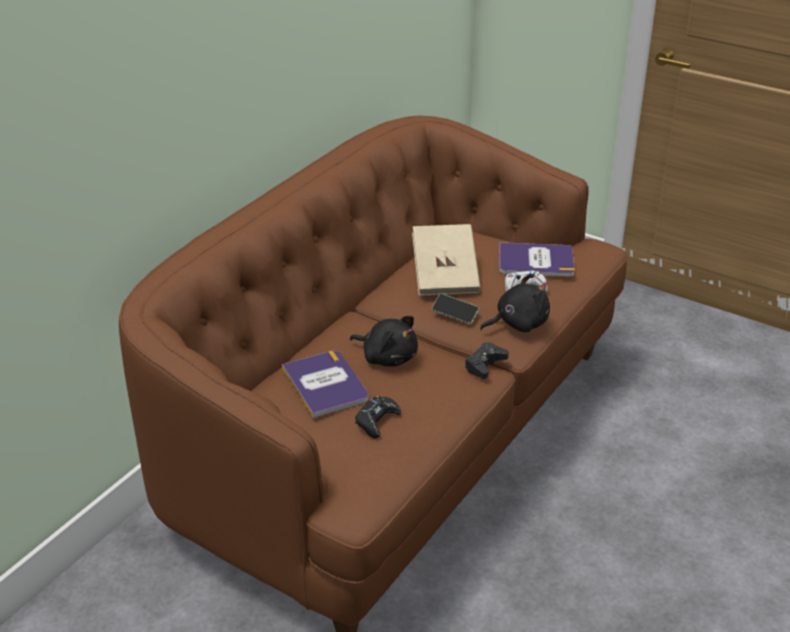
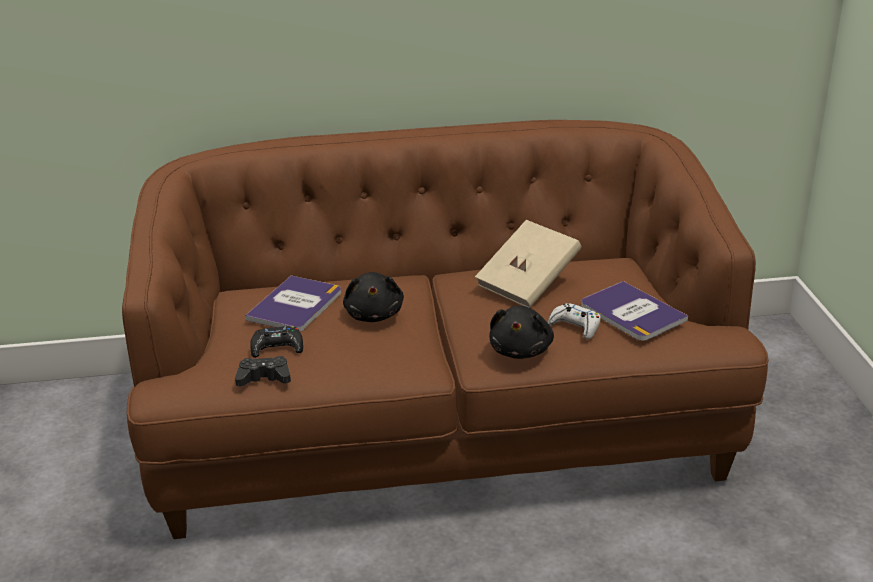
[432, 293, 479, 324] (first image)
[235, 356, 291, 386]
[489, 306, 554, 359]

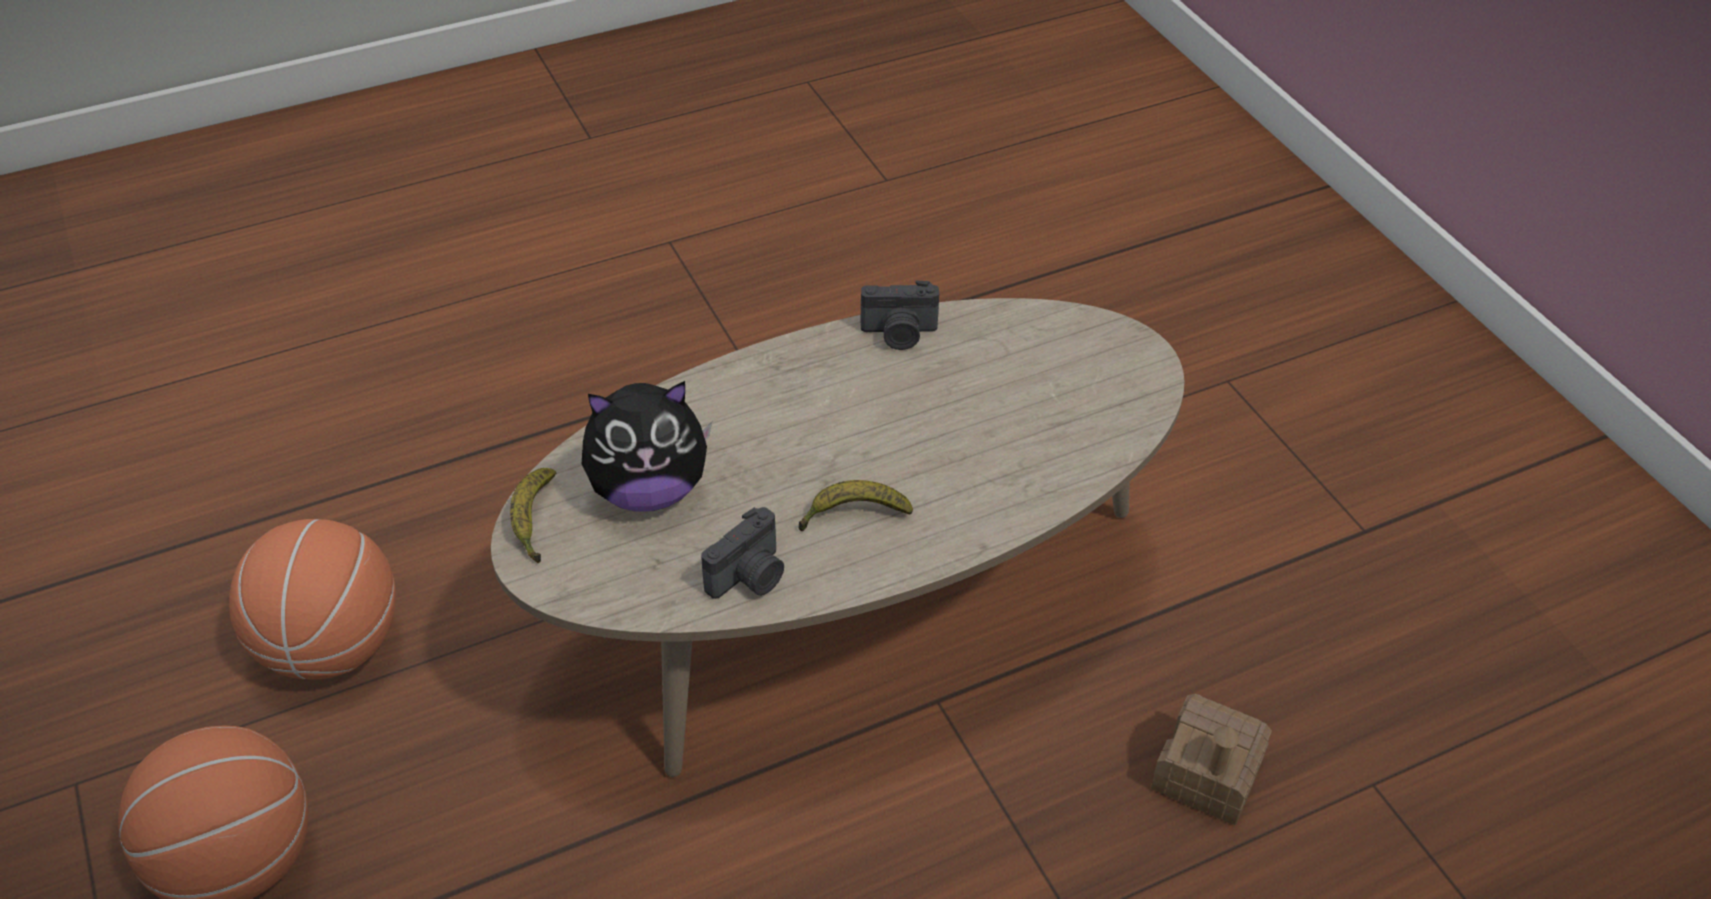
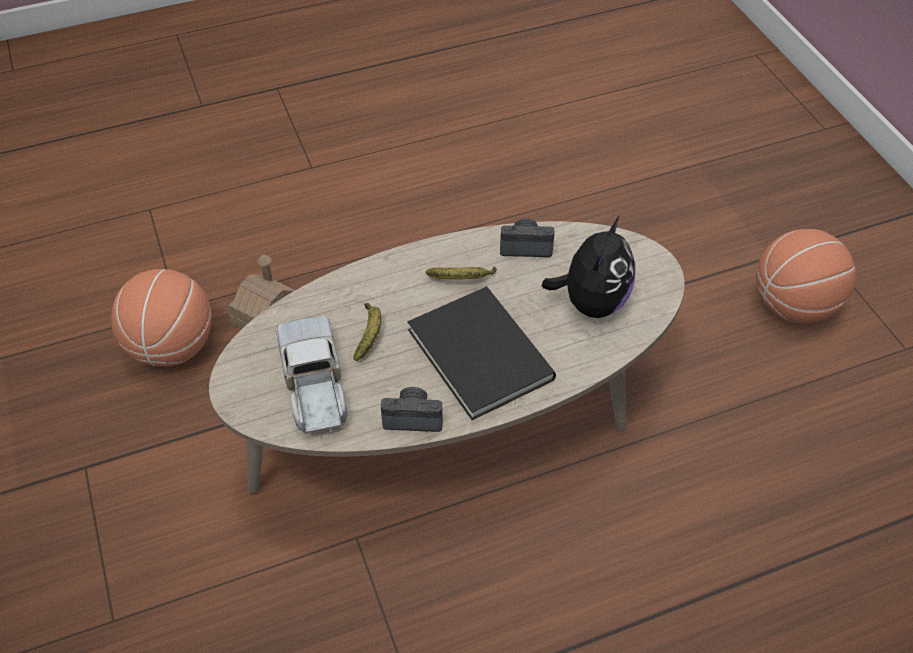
[111, 269, 212, 367]
[353, 303, 382, 361]
[542, 216, 635, 318]
[500, 218, 554, 257]
[276, 316, 347, 435]
[408, 286, 556, 420]

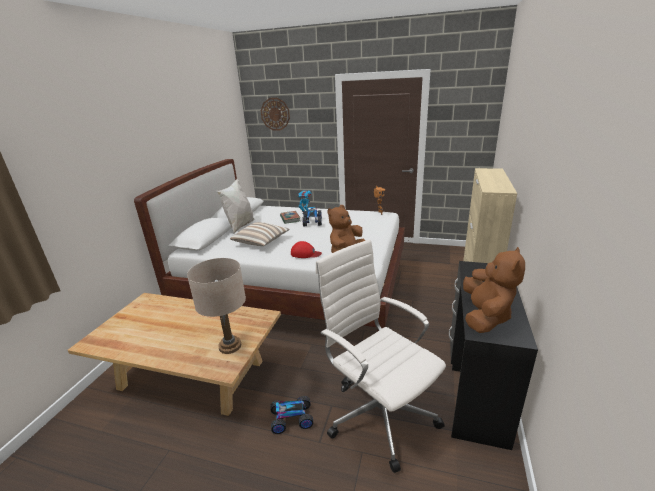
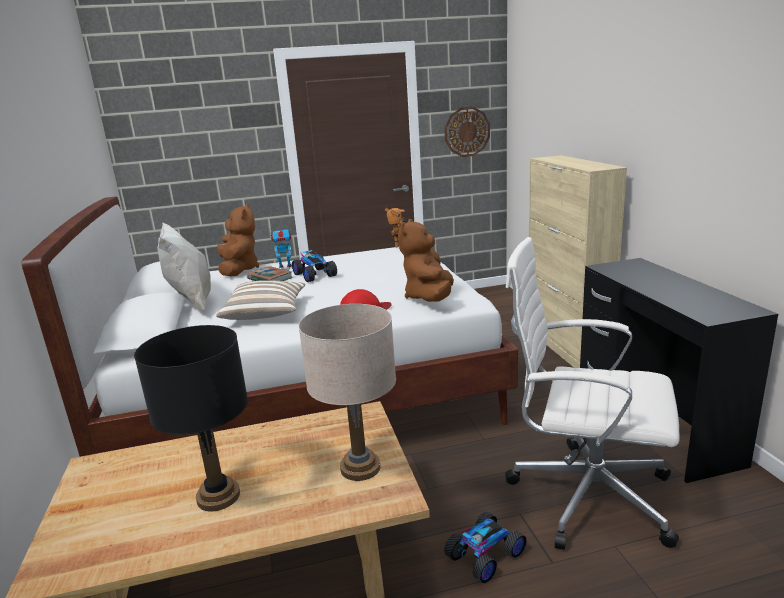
[445, 107, 490, 157]
[217, 204, 259, 277]
[134, 325, 248, 511]

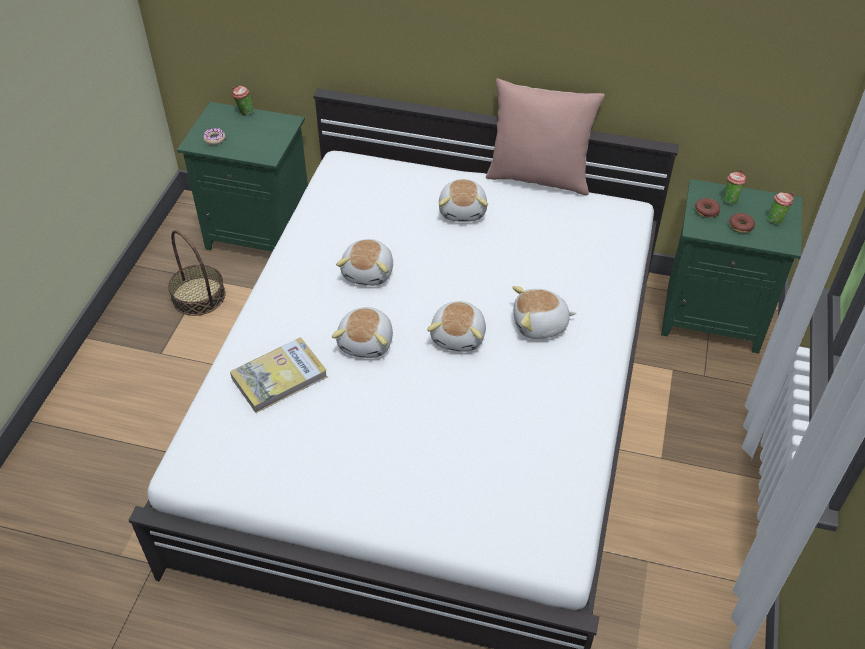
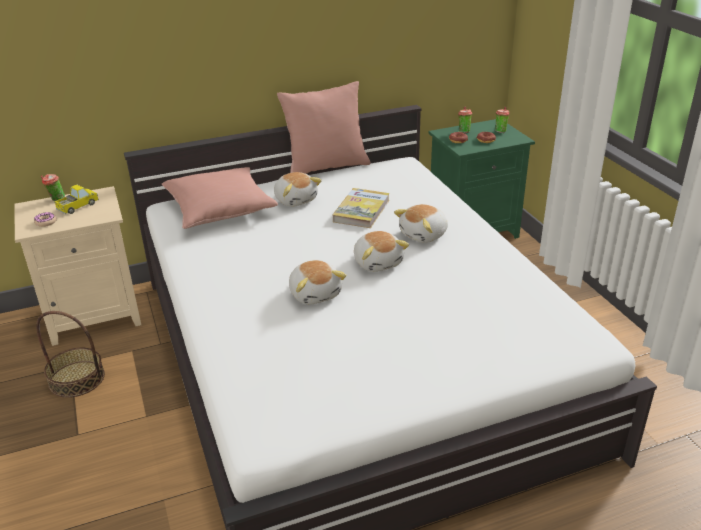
[15, 186, 141, 346]
[333, 188, 390, 228]
[336, 239, 393, 286] (first image)
[54, 185, 99, 214]
[162, 167, 278, 229]

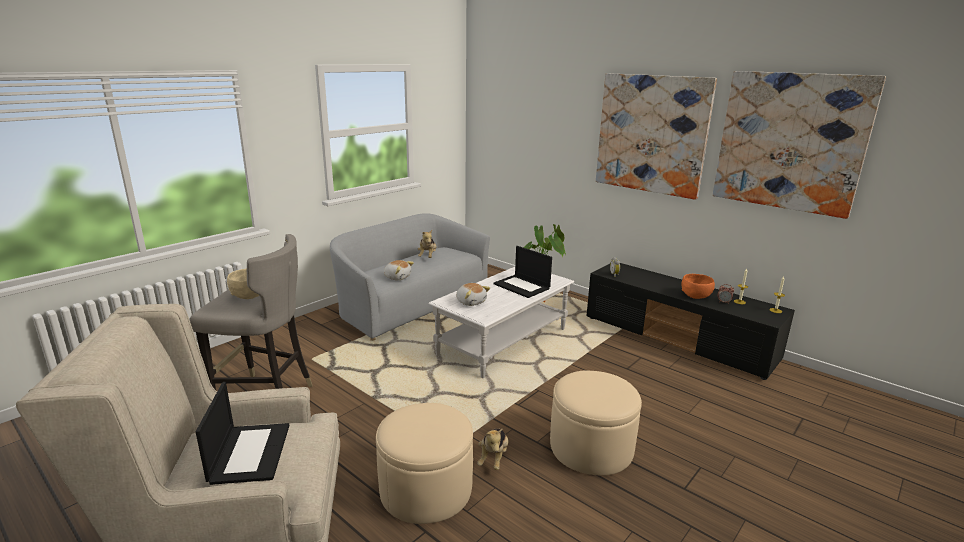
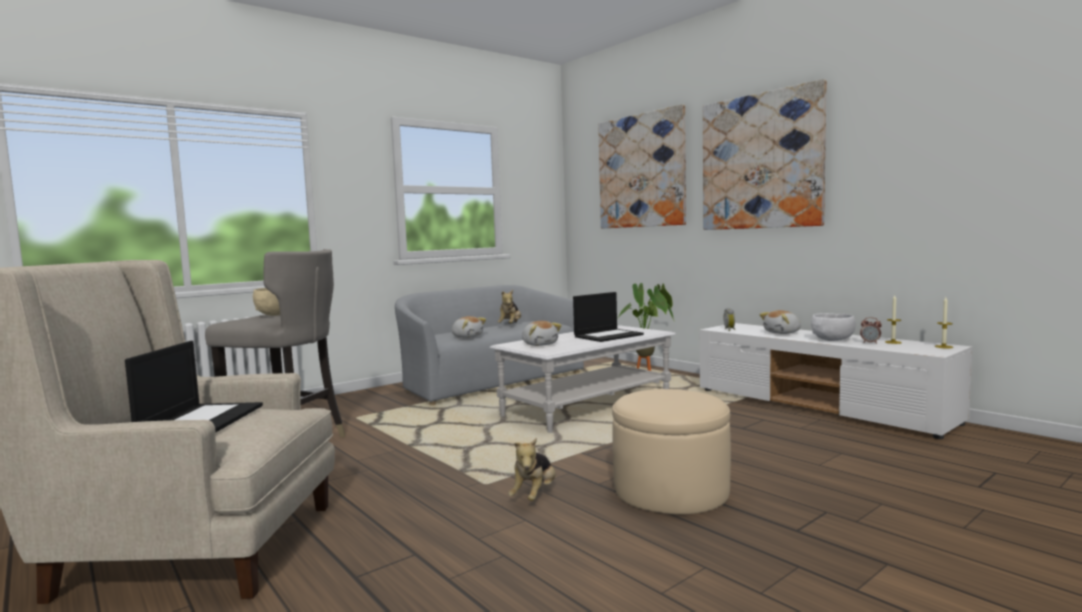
[376, 403, 473, 524] (first image)
[573, 292, 644, 342]
[700, 323, 973, 439]
[811, 313, 856, 341]
[598, 104, 686, 228]
[759, 310, 801, 334]

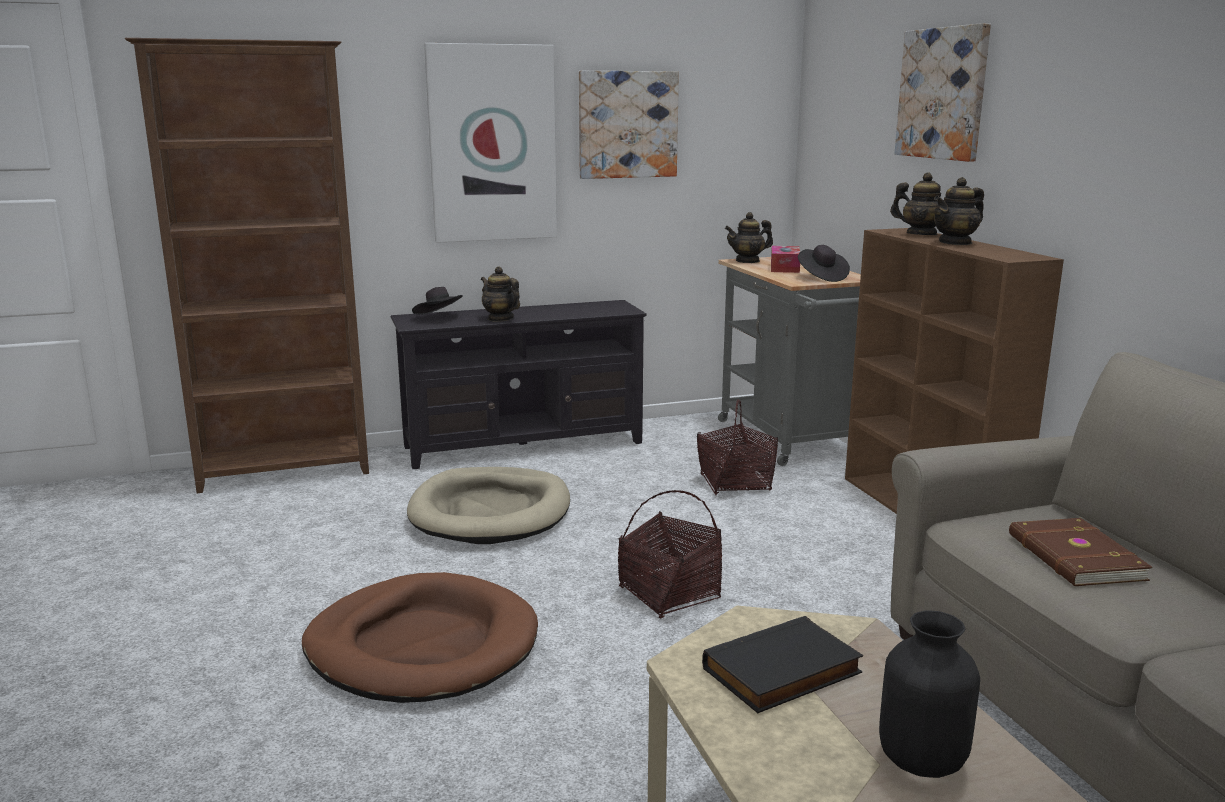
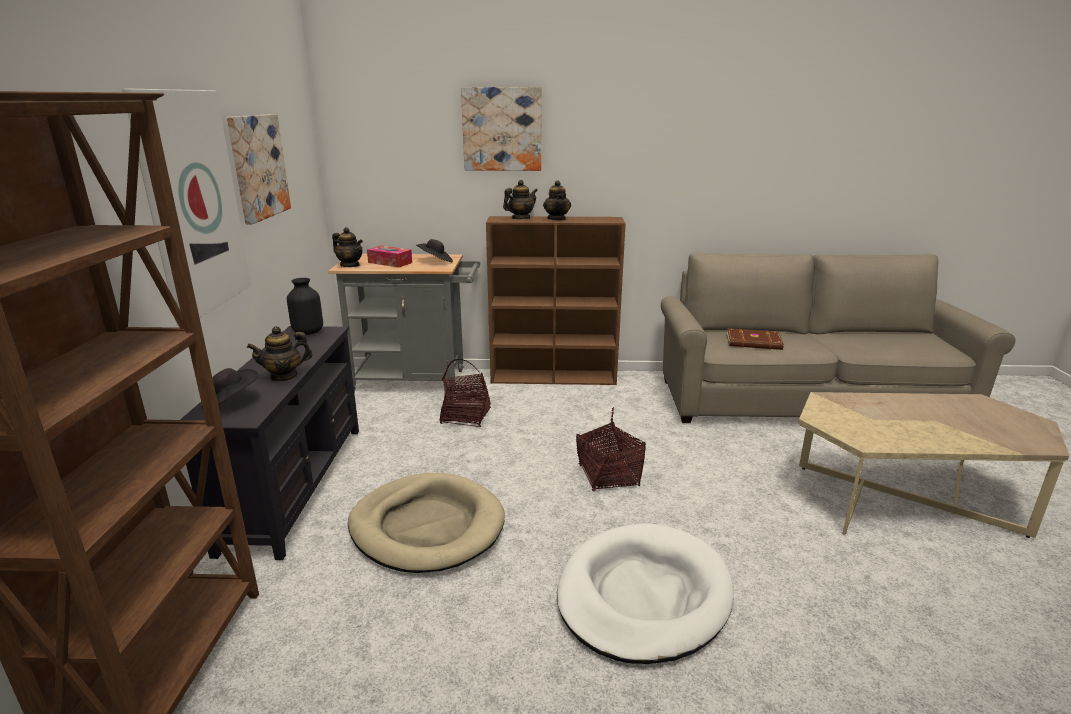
[557, 523, 734, 664]
[702, 616, 863, 713] (first image)
[332, 227, 363, 267]
[287, 278, 323, 335]

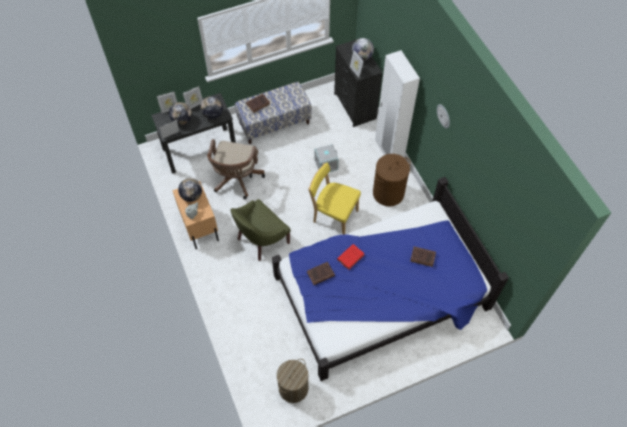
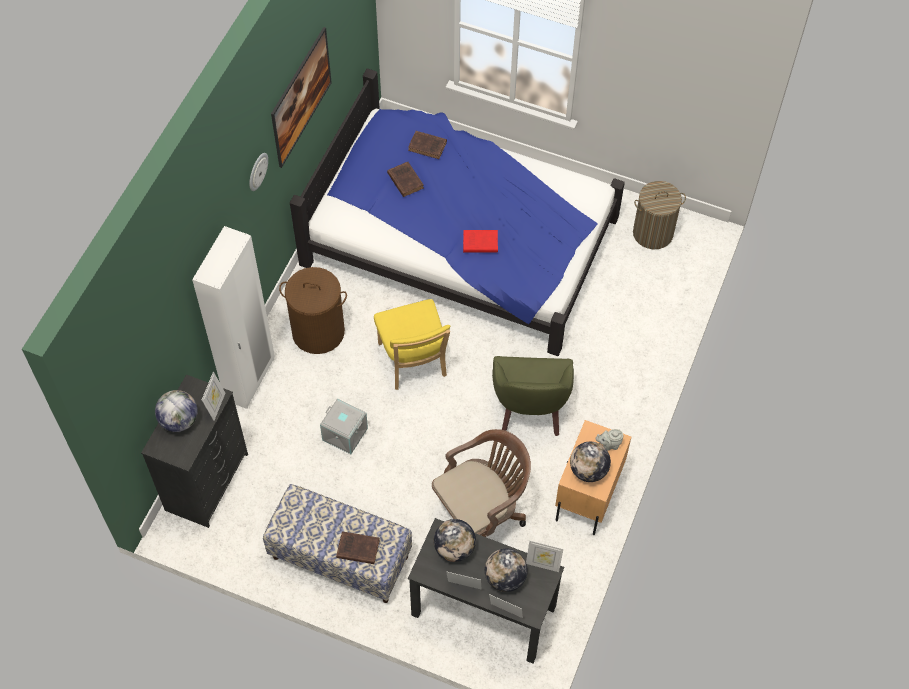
[492, 356, 574, 436]
[408, 131, 447, 159]
[271, 27, 332, 168]

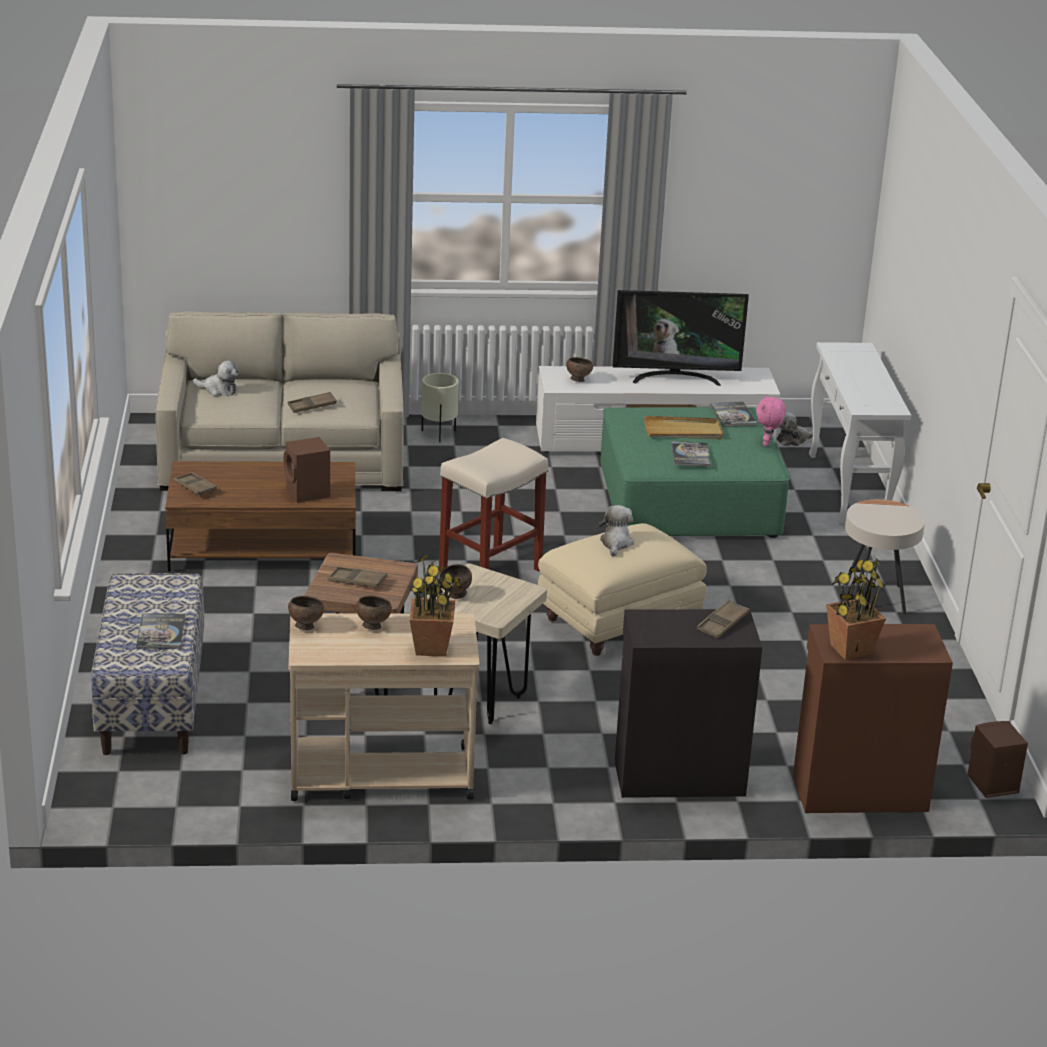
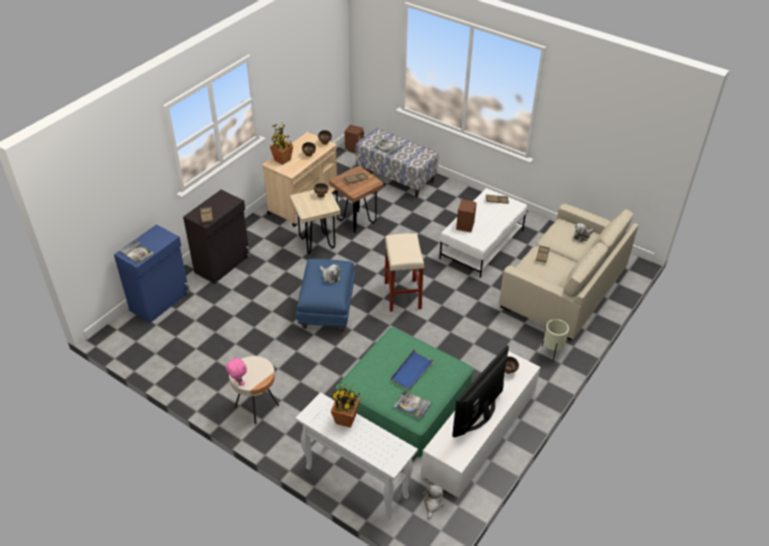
[439, 188, 527, 278]
[296, 259, 355, 331]
[390, 349, 435, 391]
[120, 241, 154, 264]
[226, 356, 247, 386]
[114, 224, 190, 323]
[331, 382, 361, 428]
[345, 125, 364, 152]

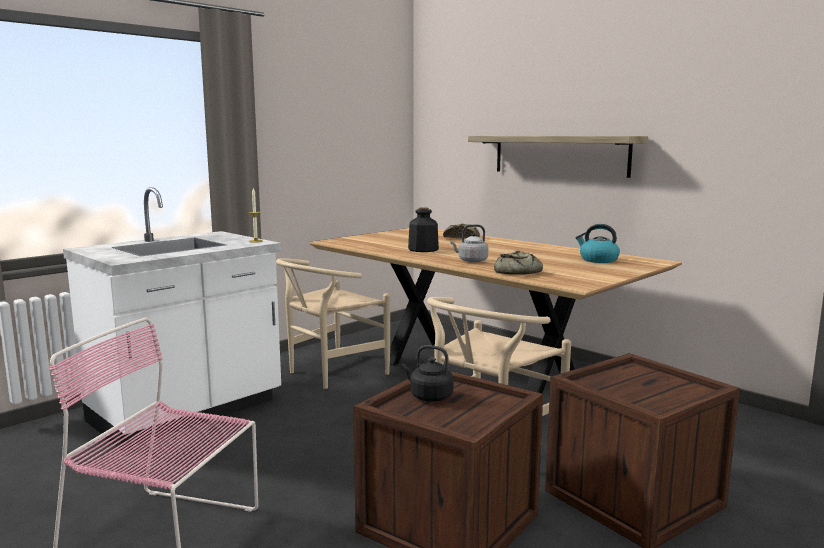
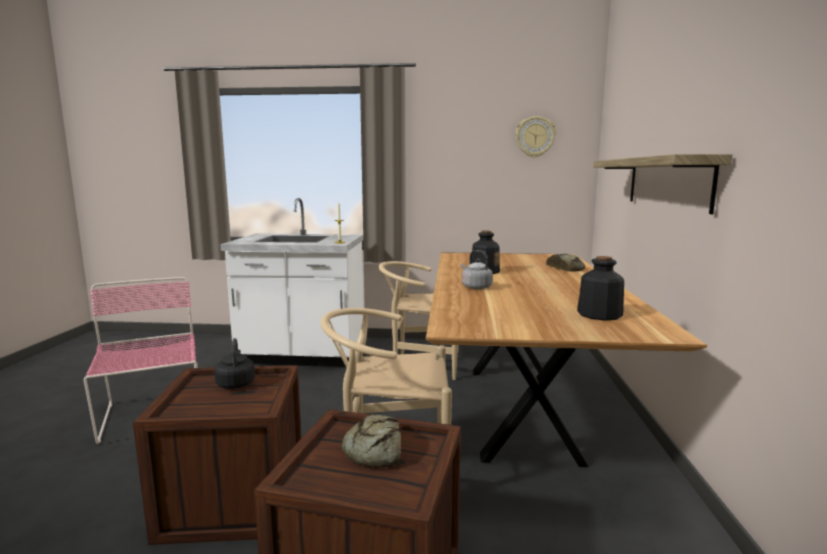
[342, 414, 401, 467]
[577, 256, 624, 321]
[515, 116, 556, 157]

